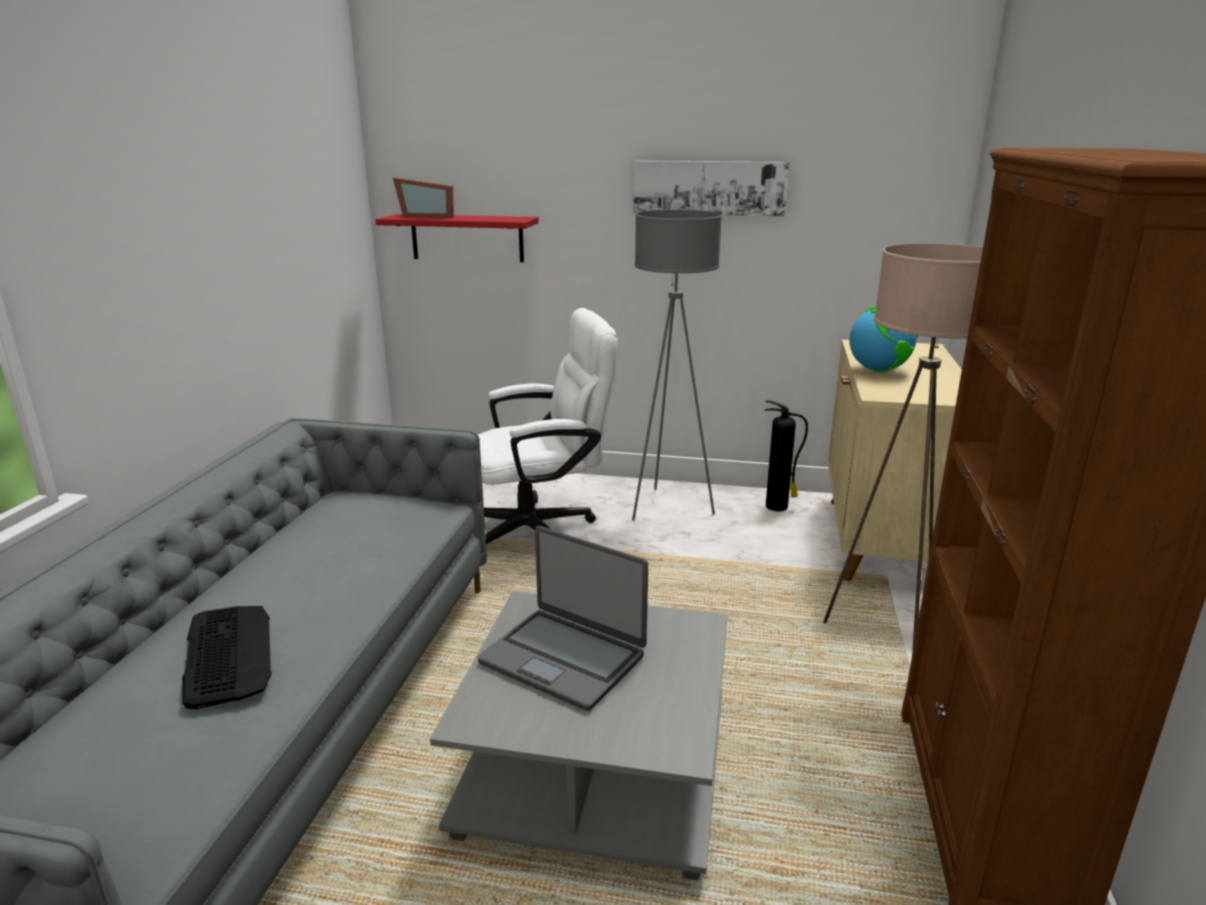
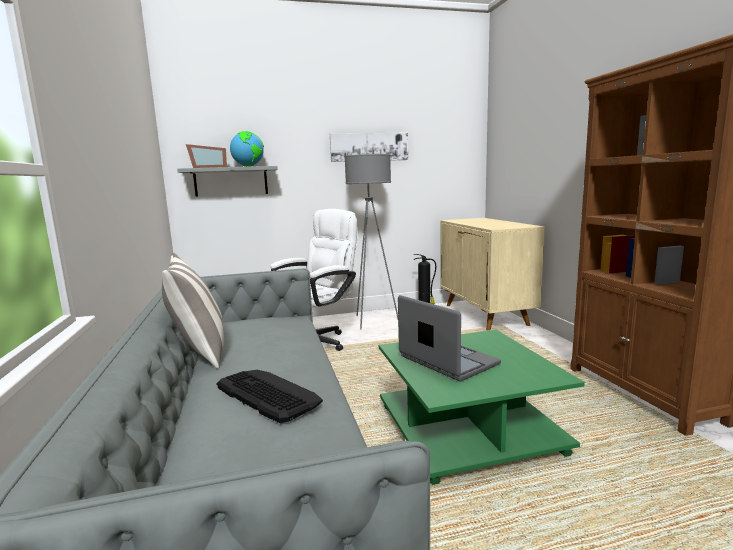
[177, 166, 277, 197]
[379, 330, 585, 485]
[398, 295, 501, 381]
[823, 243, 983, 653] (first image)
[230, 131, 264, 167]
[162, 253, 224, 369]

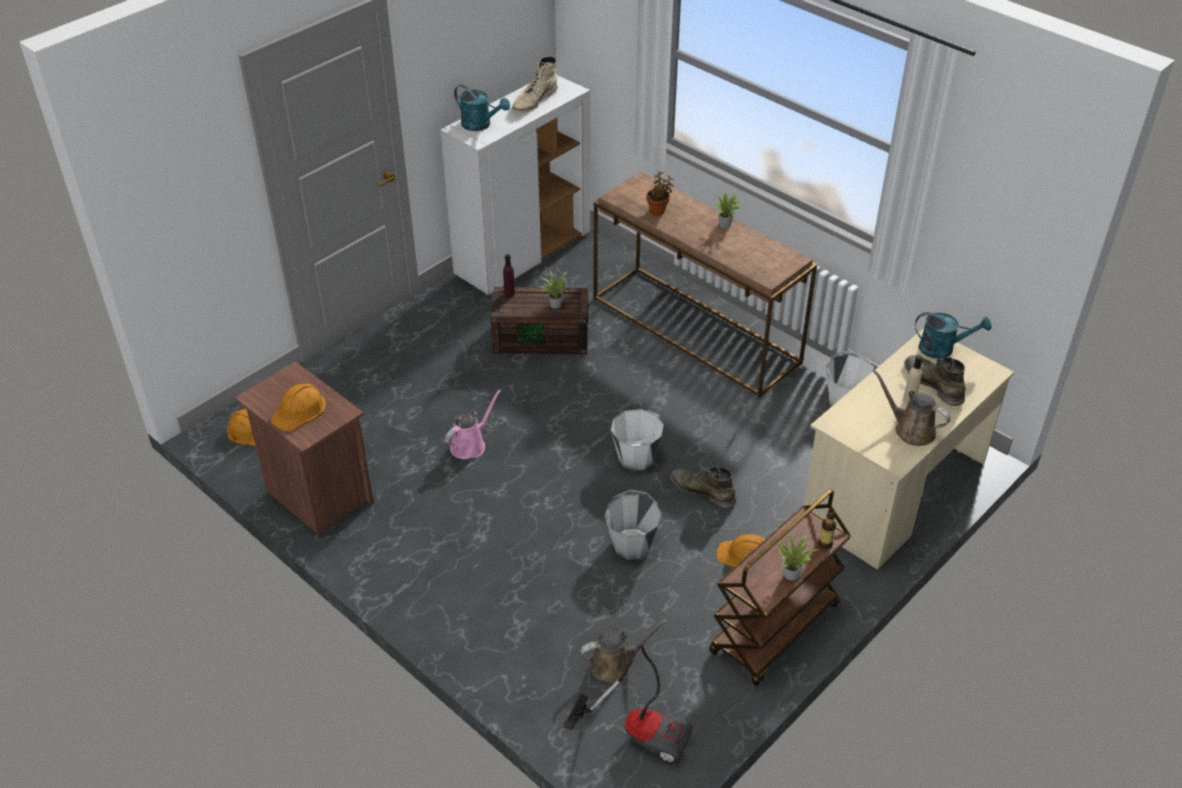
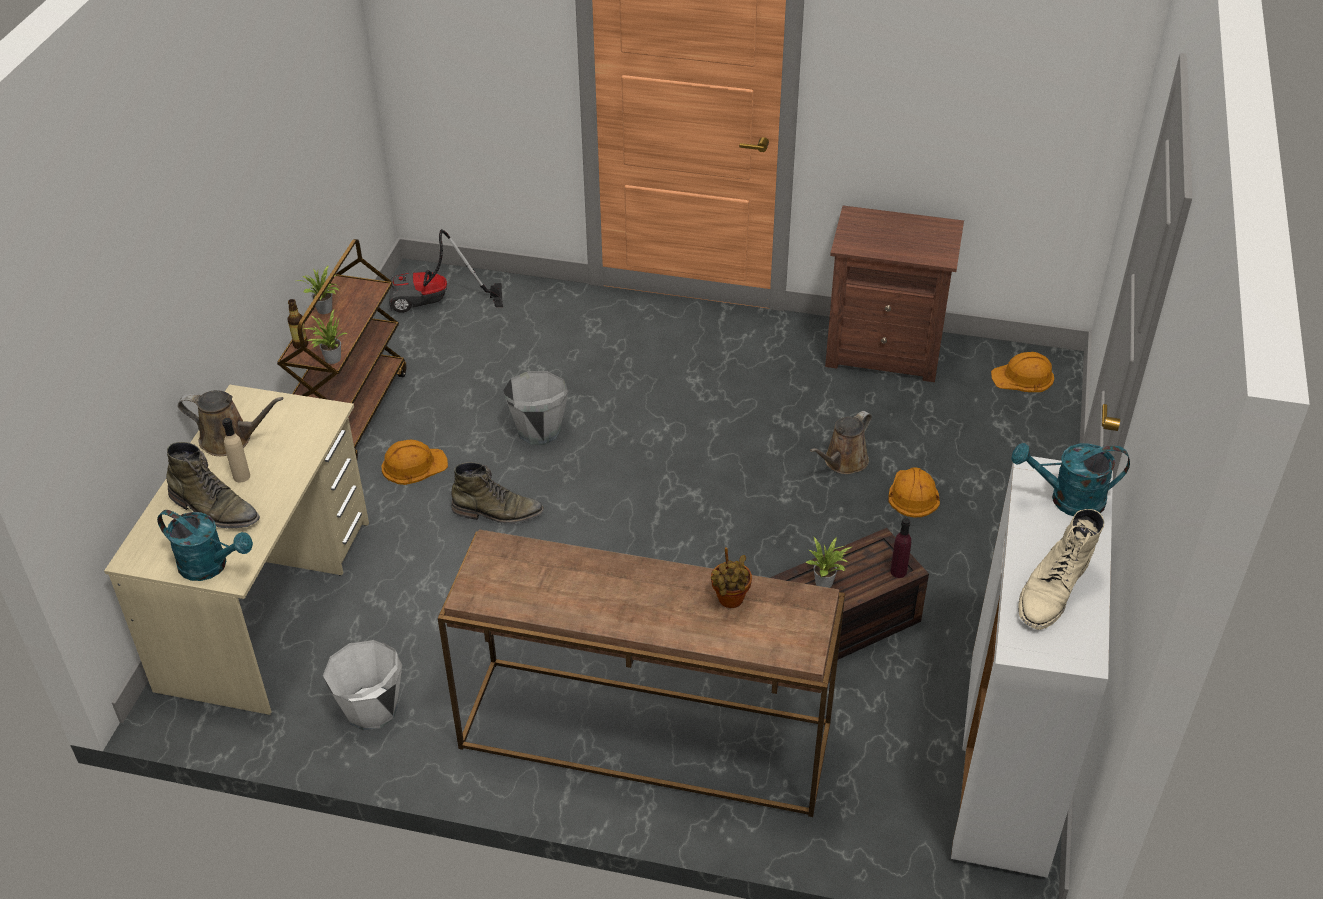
[888, 467, 940, 517]
[445, 389, 501, 459] (first image)
[1018, 509, 1104, 630]
[810, 411, 872, 474]
[611, 409, 664, 471] (first image)
[304, 310, 347, 364]
[157, 510, 253, 581]

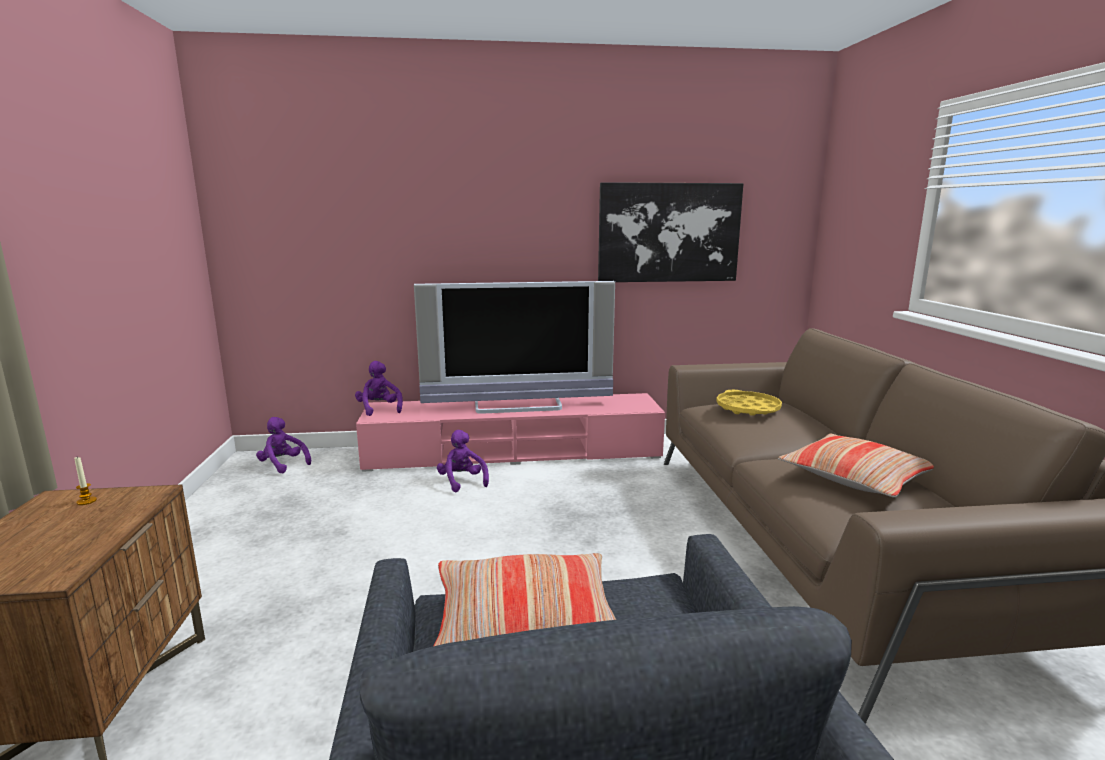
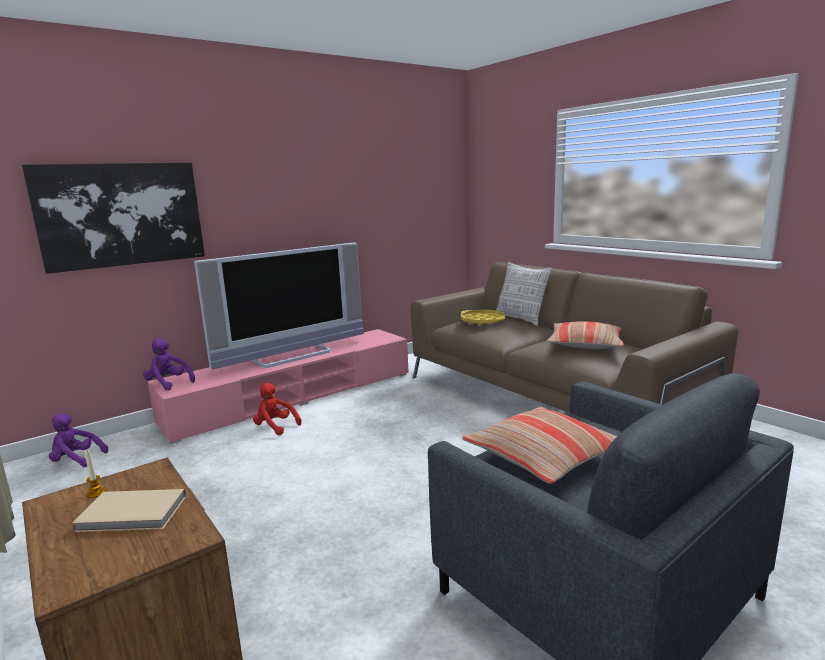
[253, 383, 302, 435]
[22, 162, 205, 274]
[73, 489, 186, 532]
[496, 262, 552, 326]

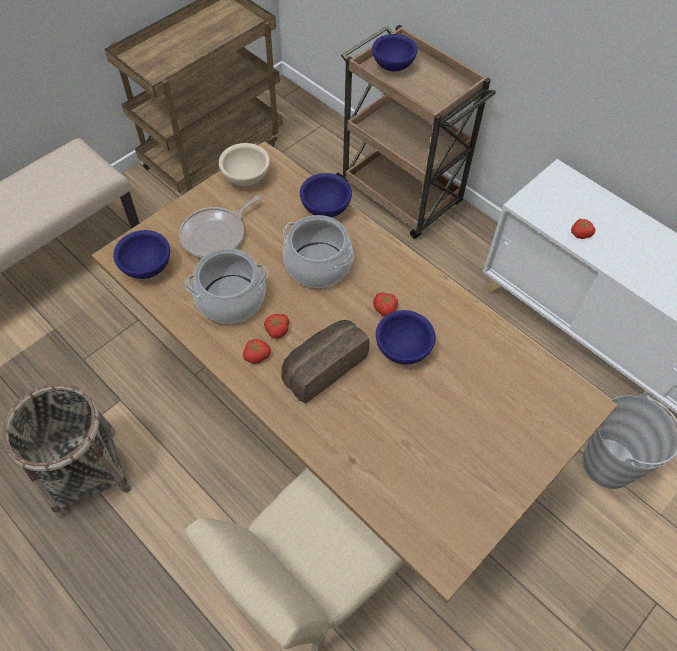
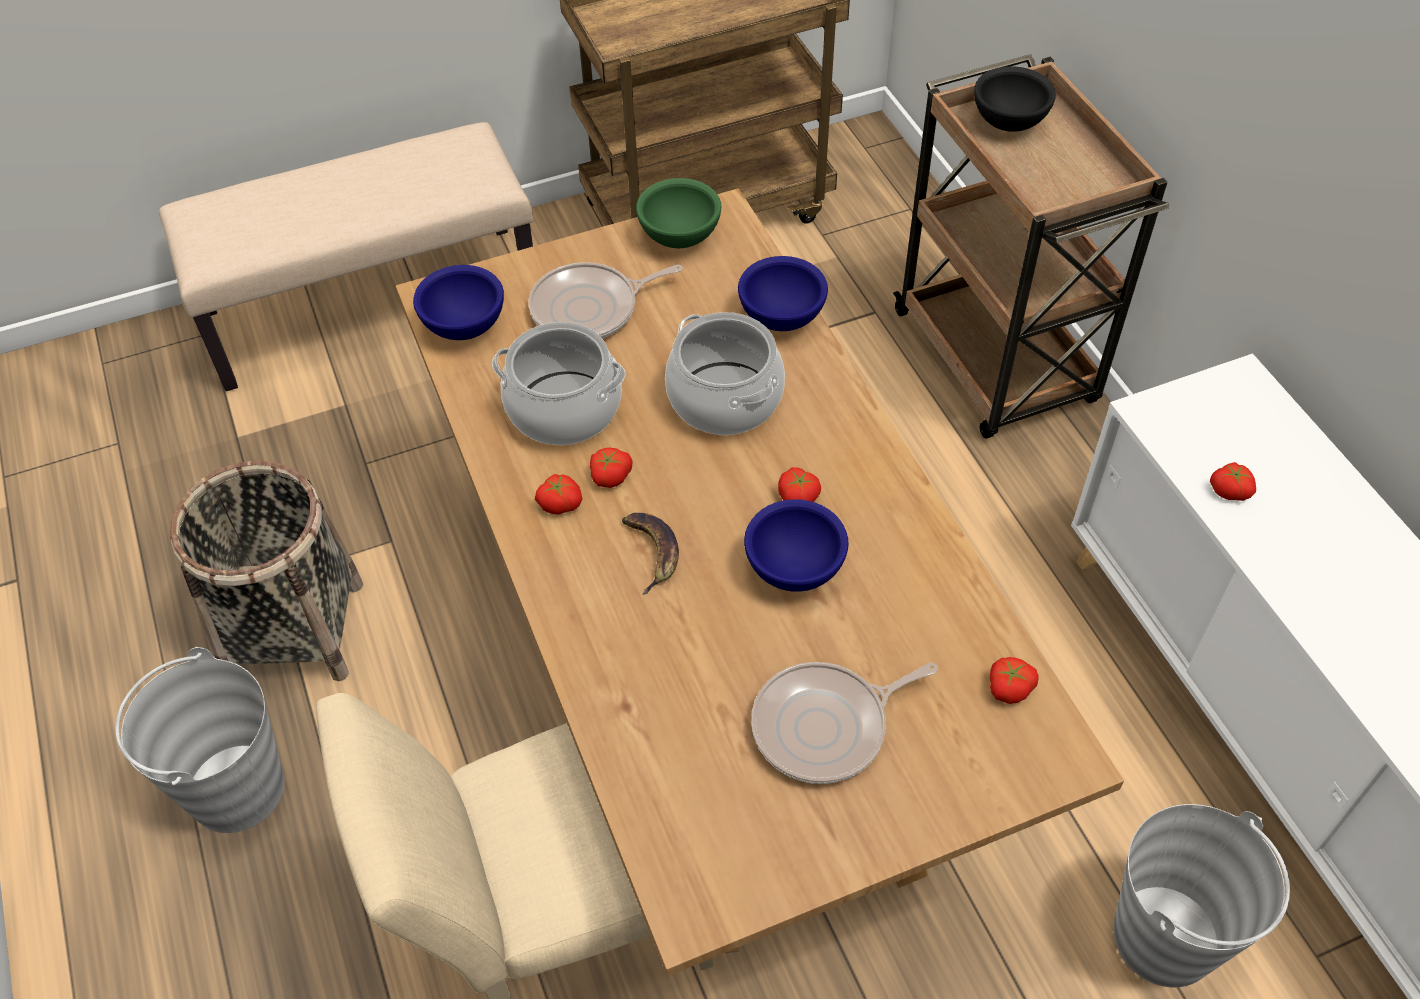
[636, 178, 721, 248]
[622, 513, 679, 595]
[974, 66, 1056, 132]
[115, 647, 284, 833]
[751, 662, 938, 784]
[990, 657, 1039, 704]

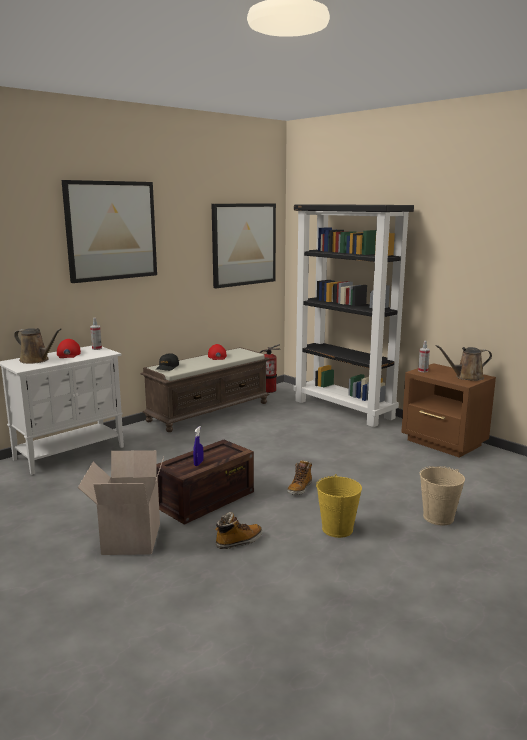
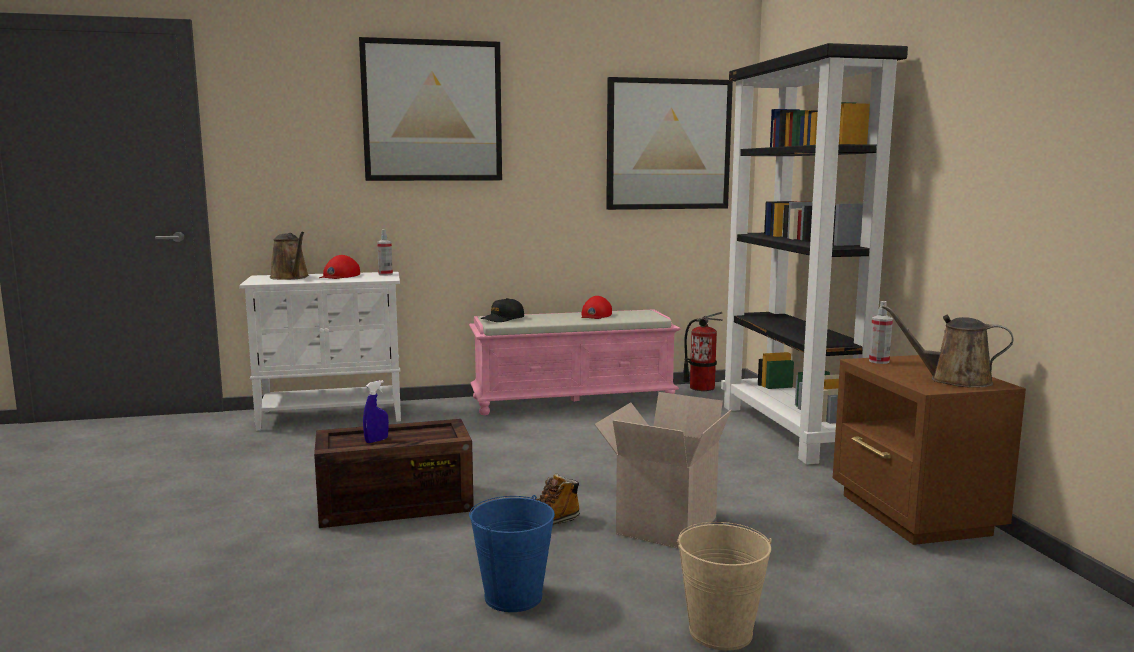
[594, 392, 731, 549]
[469, 309, 681, 415]
[215, 512, 262, 549] (first image)
[469, 495, 555, 612]

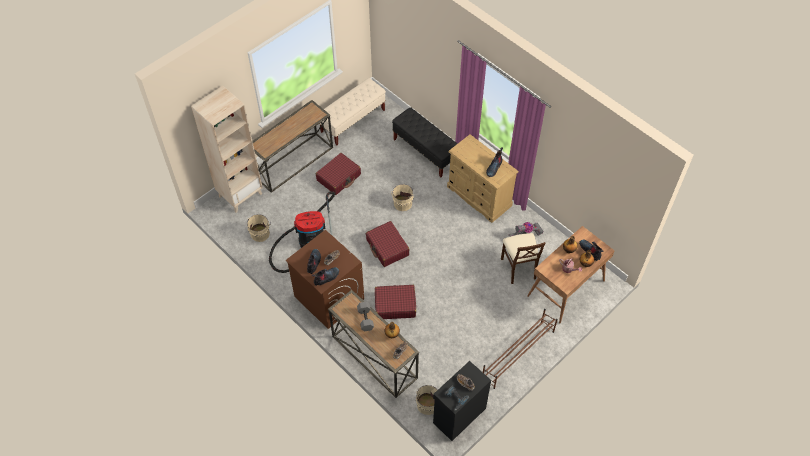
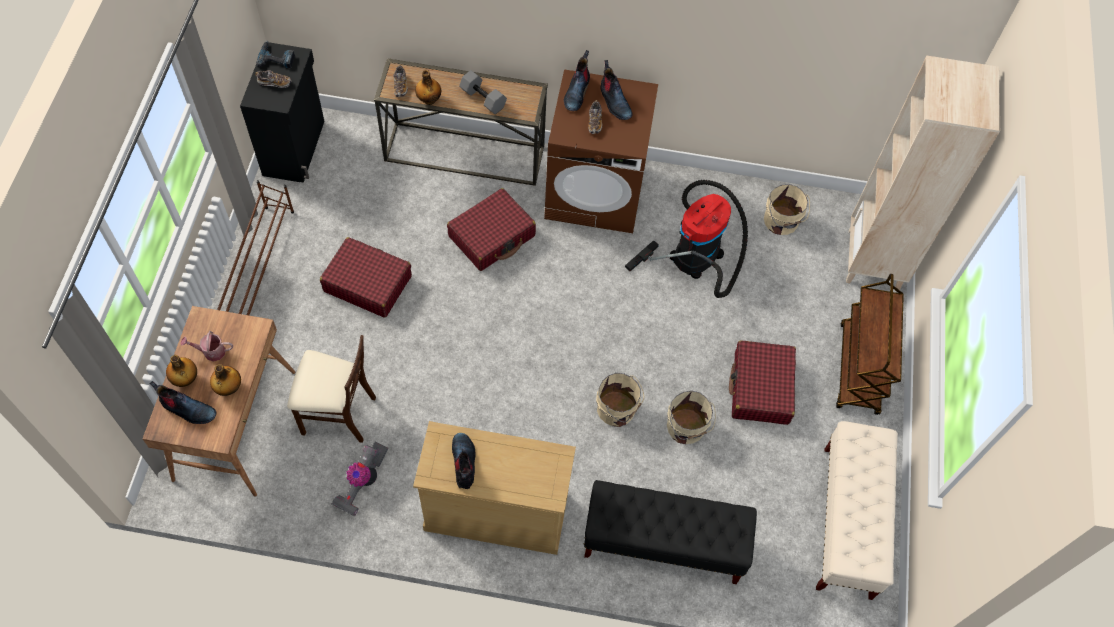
[836, 274, 904, 415]
[320, 237, 412, 318]
[667, 391, 716, 444]
[287, 335, 376, 443]

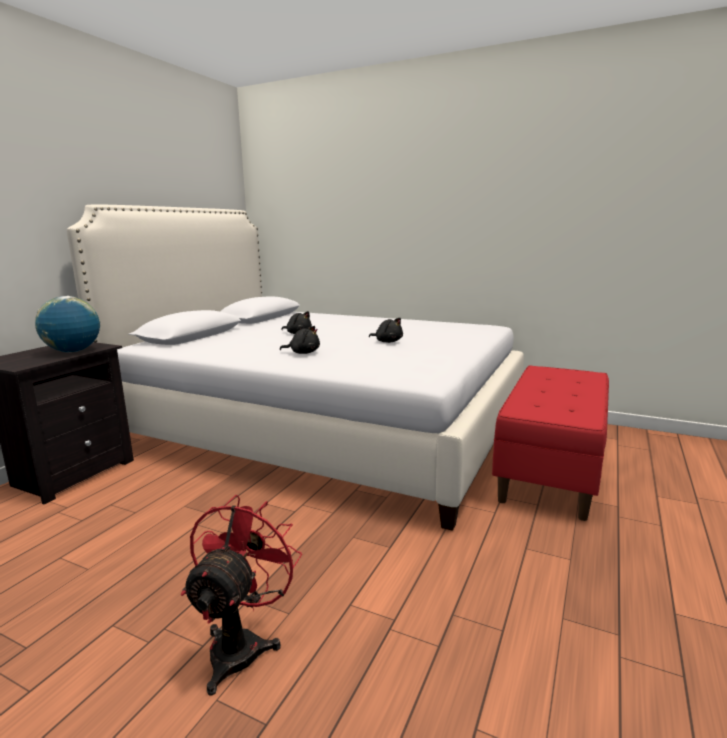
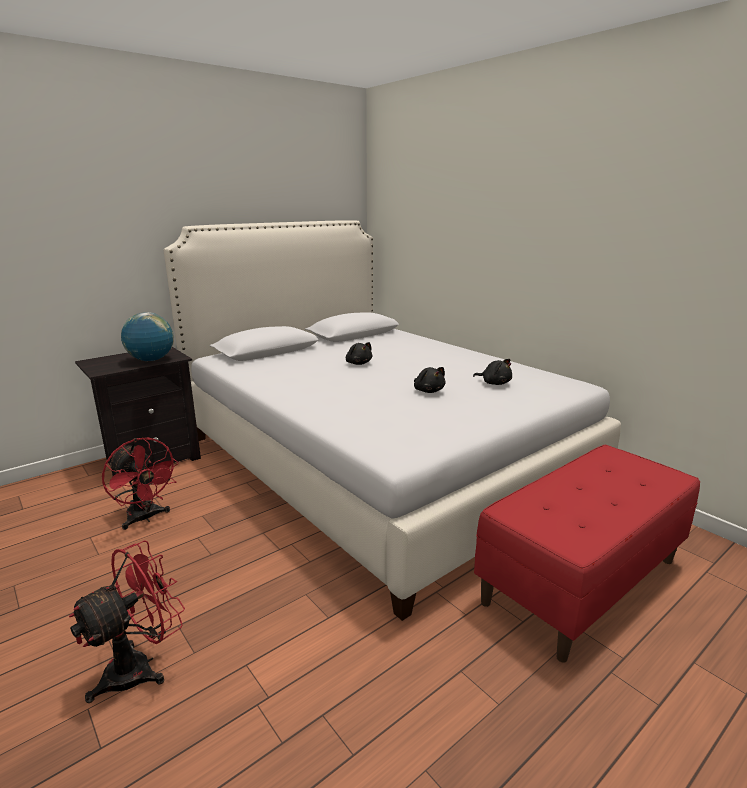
[473, 359, 512, 385]
[102, 438, 179, 530]

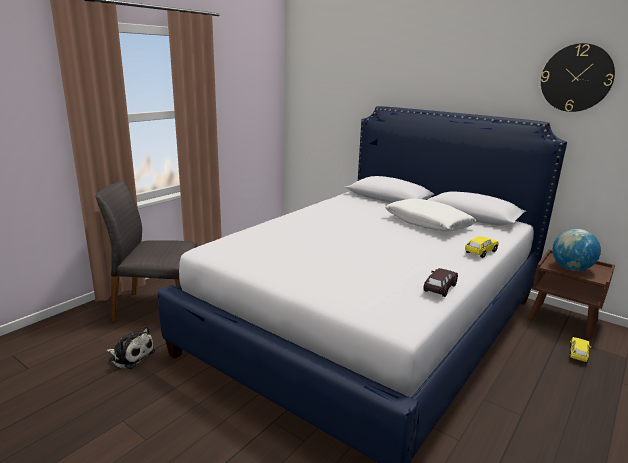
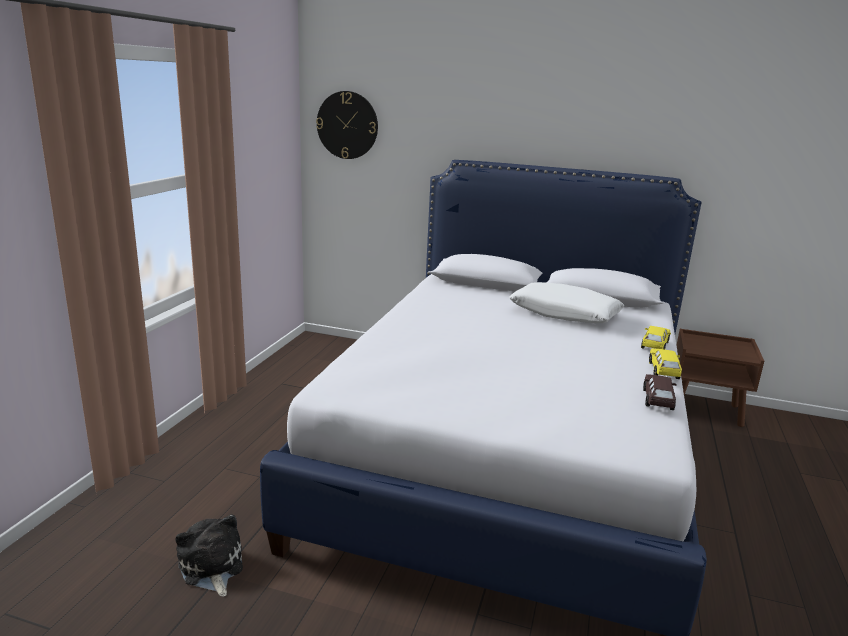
[95, 181, 198, 323] (first image)
[175, 514, 243, 597]
[316, 91, 378, 159]
[552, 229, 601, 271] (first image)
[649, 349, 682, 379]

